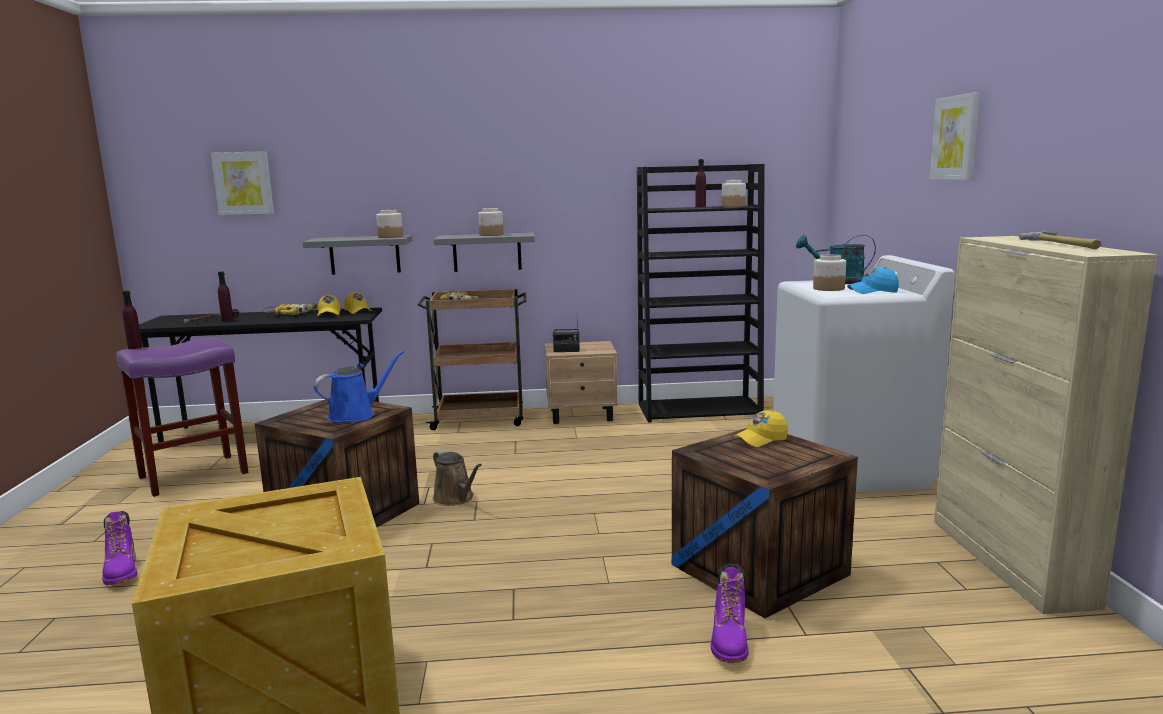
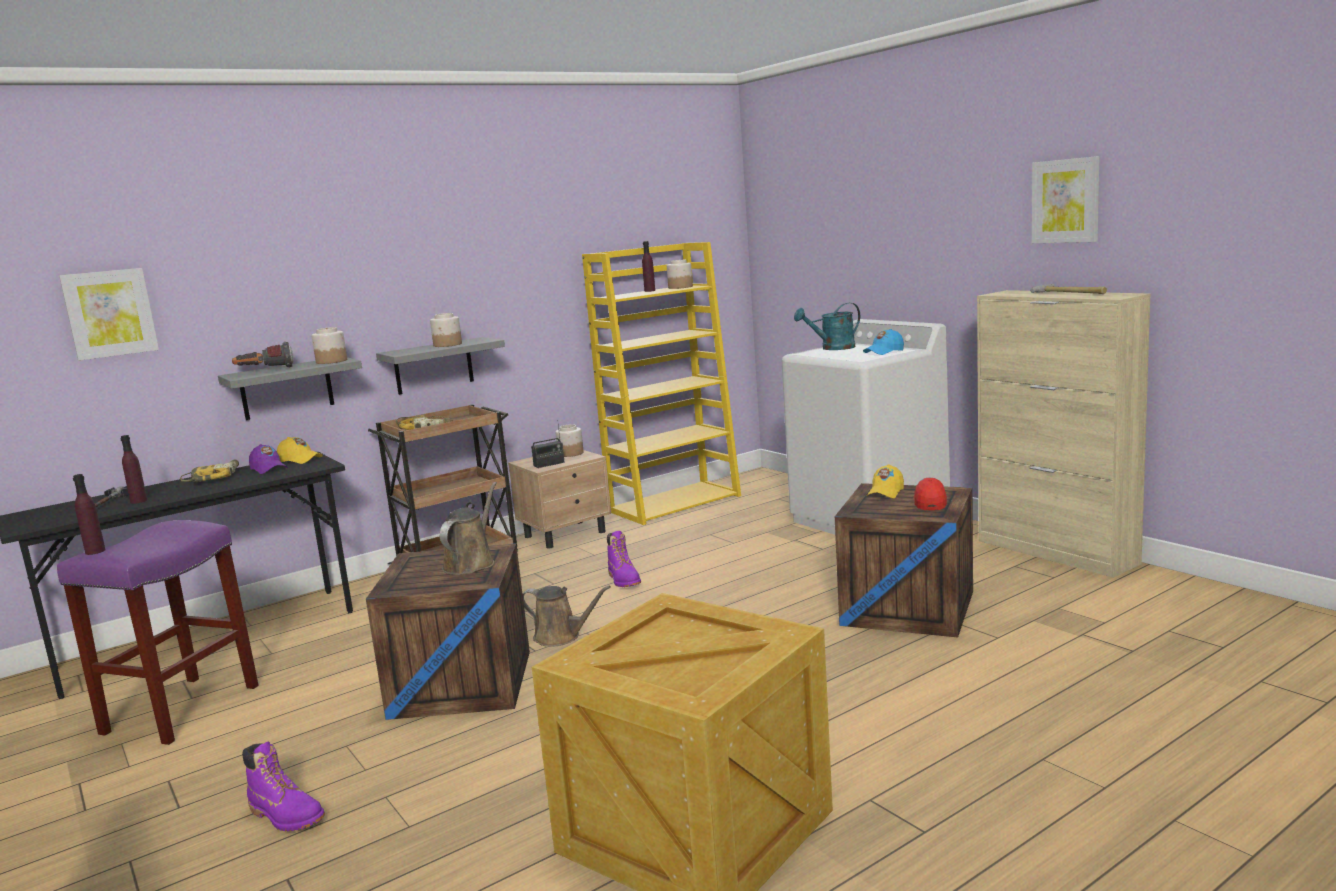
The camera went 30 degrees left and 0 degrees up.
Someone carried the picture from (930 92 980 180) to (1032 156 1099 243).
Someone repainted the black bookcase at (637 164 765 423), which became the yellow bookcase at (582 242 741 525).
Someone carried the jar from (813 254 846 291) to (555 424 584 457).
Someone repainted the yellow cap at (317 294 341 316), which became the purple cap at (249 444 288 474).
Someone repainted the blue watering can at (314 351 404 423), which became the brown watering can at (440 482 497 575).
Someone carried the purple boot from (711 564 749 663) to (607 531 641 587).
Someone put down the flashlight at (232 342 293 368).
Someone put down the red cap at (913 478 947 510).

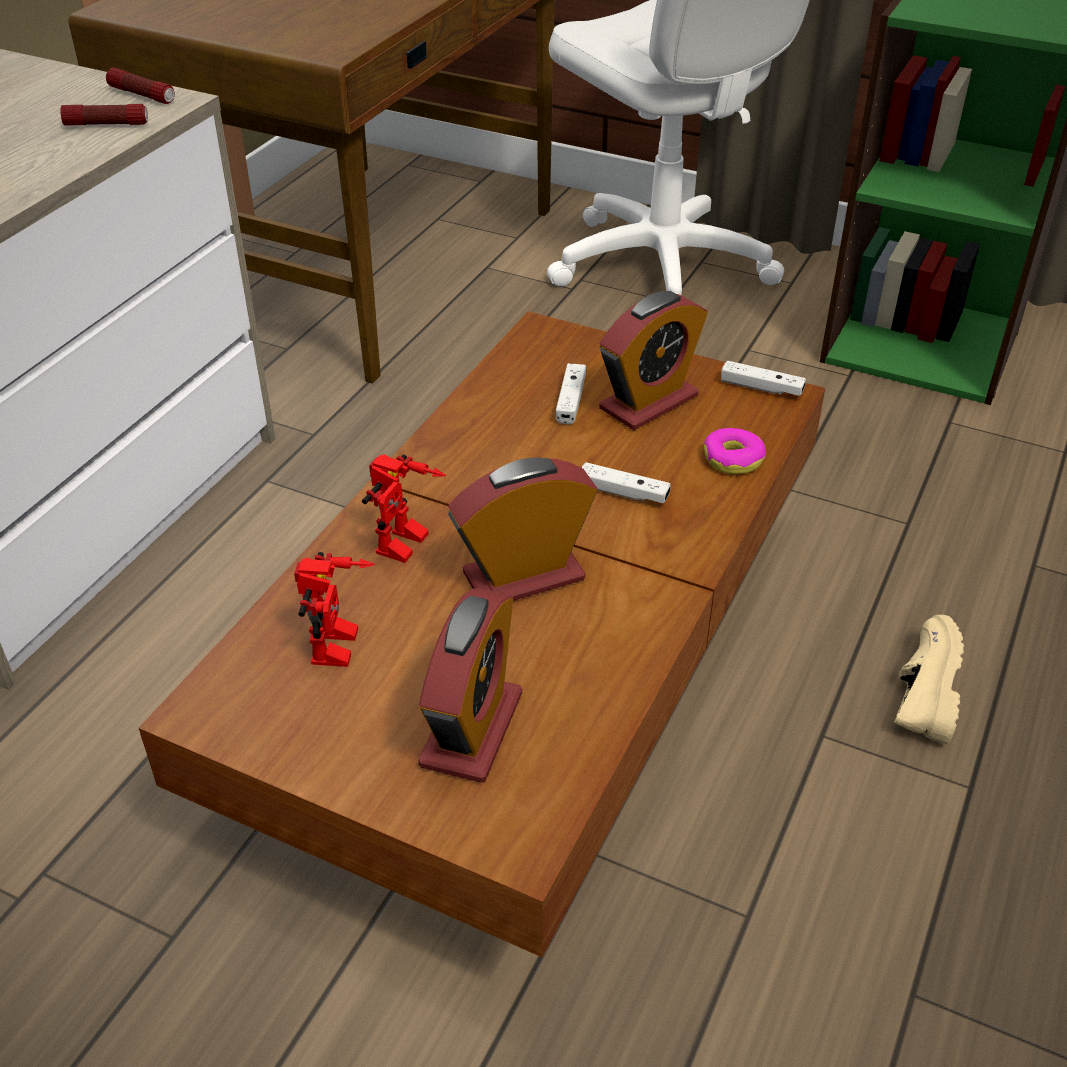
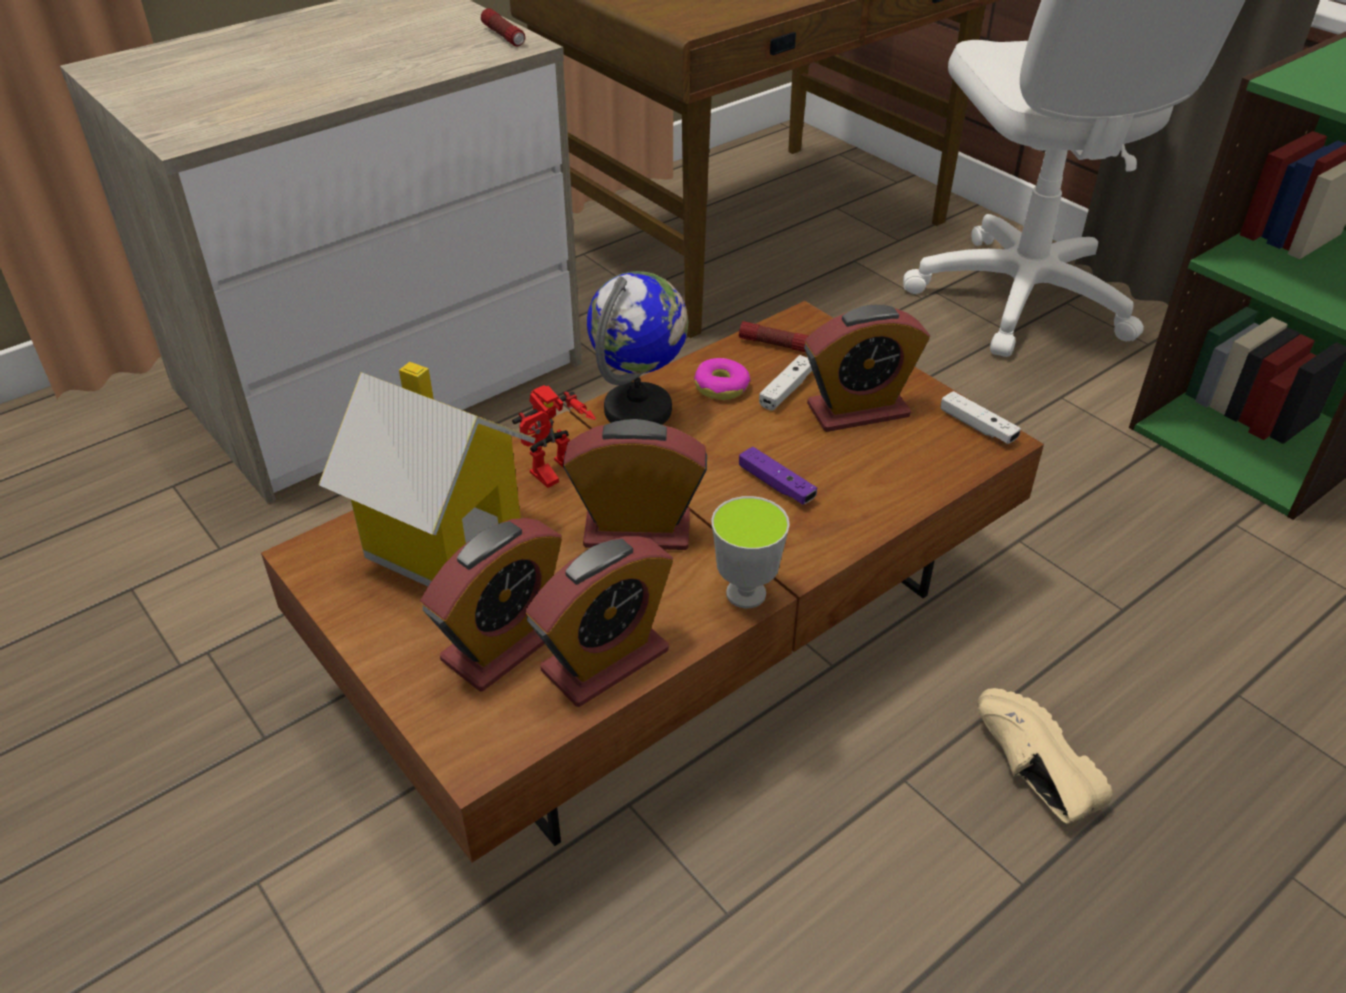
The camera went 25 degrees right and 0 degrees up.
Someone carried the flashlight from (60 104 148 125) to (739 321 808 352).
Someone carried the donut from (704 428 766 474) to (694 358 751 400).
Someone repainted the white game controller at (582 462 670 503), which became the purple game controller at (739 447 817 505).
Someone swapped the toy robot at (294 552 375 667) for the toy house at (318 362 536 586).
Someone rotated the beige shoe at (894 615 964 744) by 75 degrees counterclockwise.
Someone put down the globe at (587 271 688 425).
Someone put down the cup at (711 496 790 608).
Someone put down the alarm clock at (526 536 673 707).

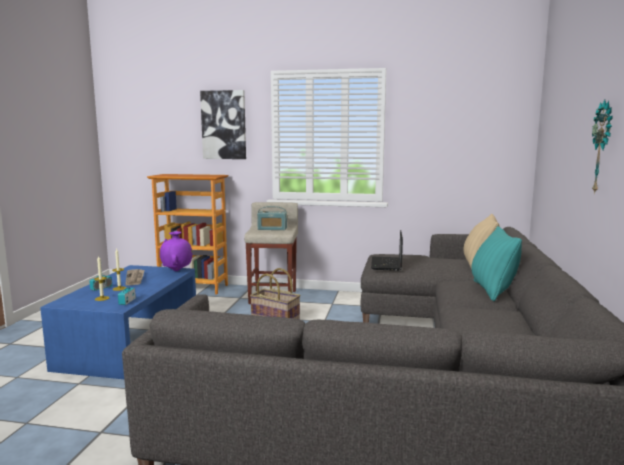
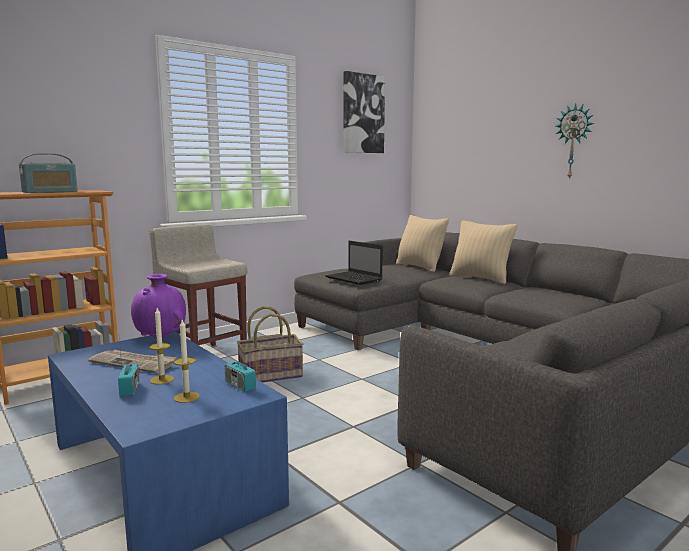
The camera went 50 degrees left and 0 degrees up.
Someone carried the picture from (200 90 246 159) to (343 71 385 153).
Someone carried the radio from (257 206 287 230) to (19 153 78 193).
Someone repainted the turquoise pillow at (471 226 522 301), which became the beige pillow at (449 220 517 284).

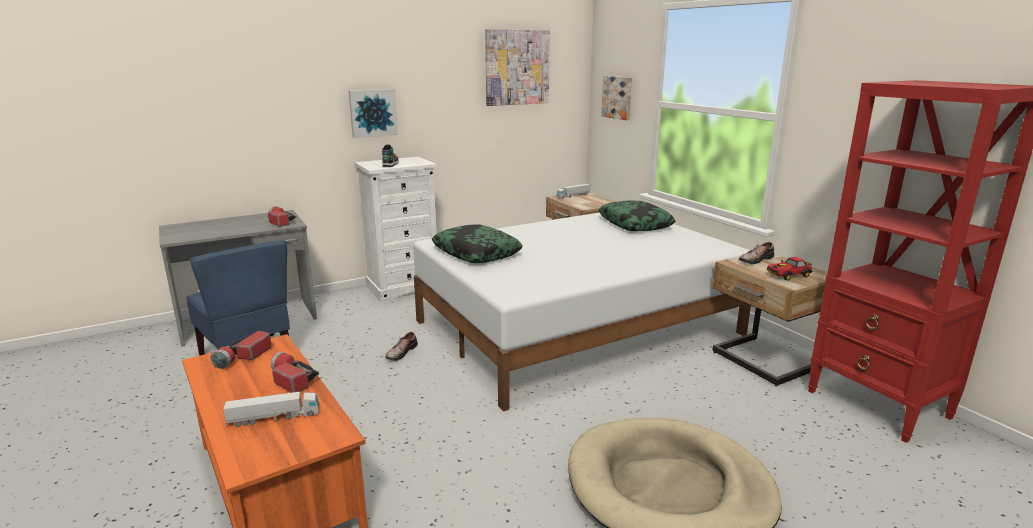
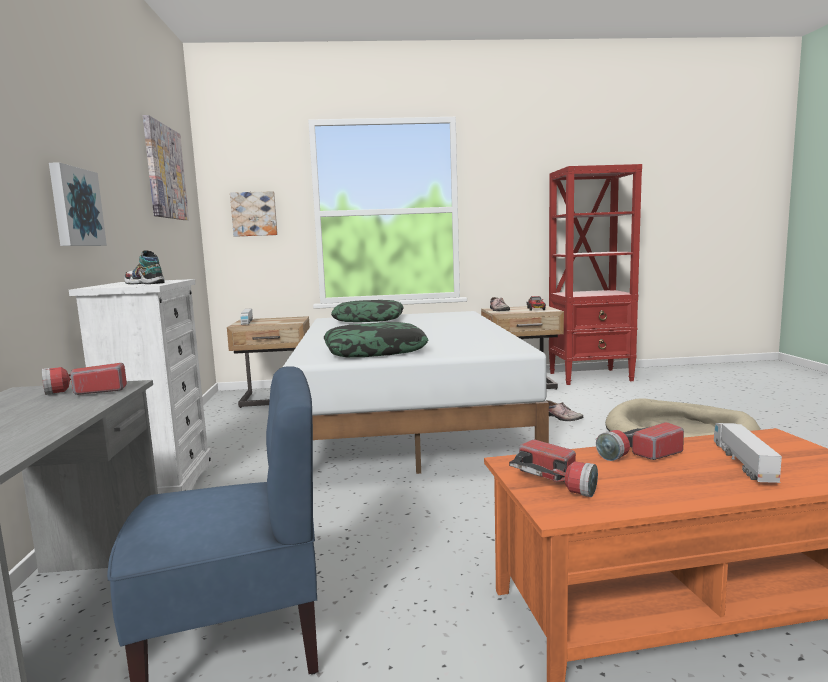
The camera went 65 degrees left and 10 degrees down.
Someone carried the shoe from (385 332 418 361) to (546 400 583 421).

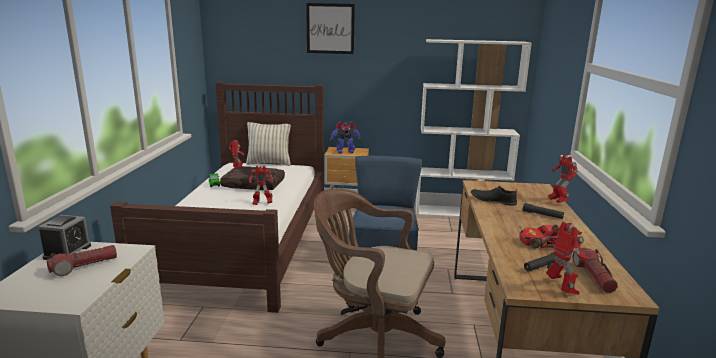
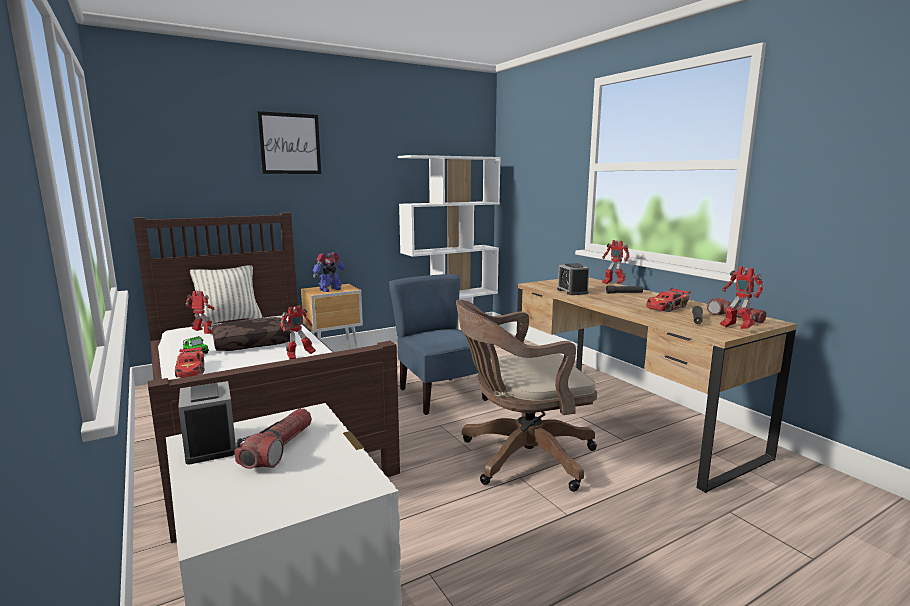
The camera went 35 degrees left and 5 degrees down.
Someone swapped the black shoe at (471 186 517 205) for the alarm clock at (557 263 589 295).
Someone rotated the toy robot at (546 222 588 295) by 150 degrees counterclockwise.
Someone put down the toy car at (175 346 205 378).

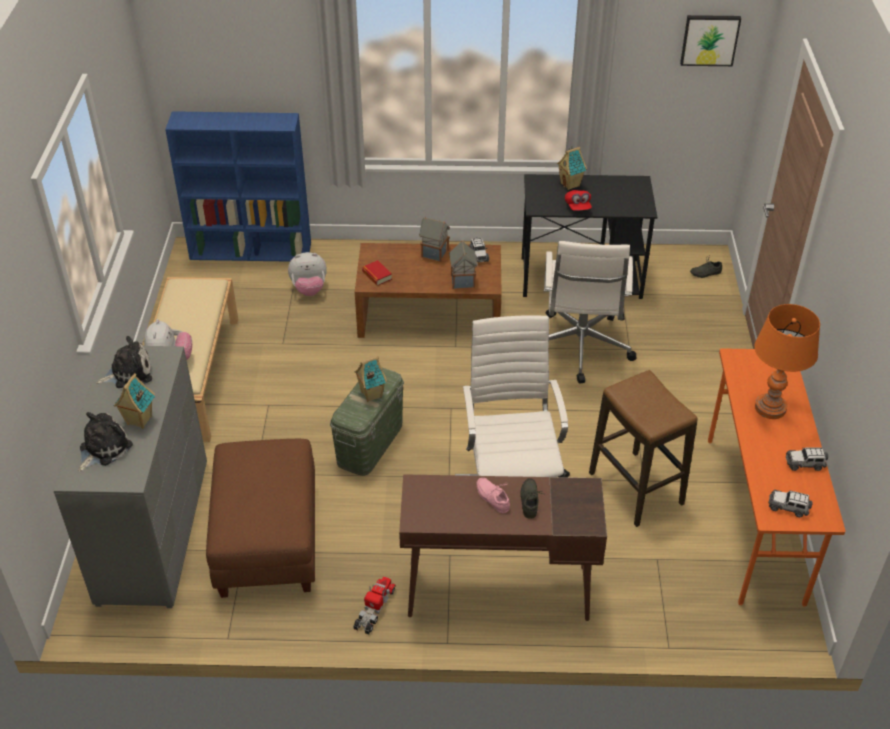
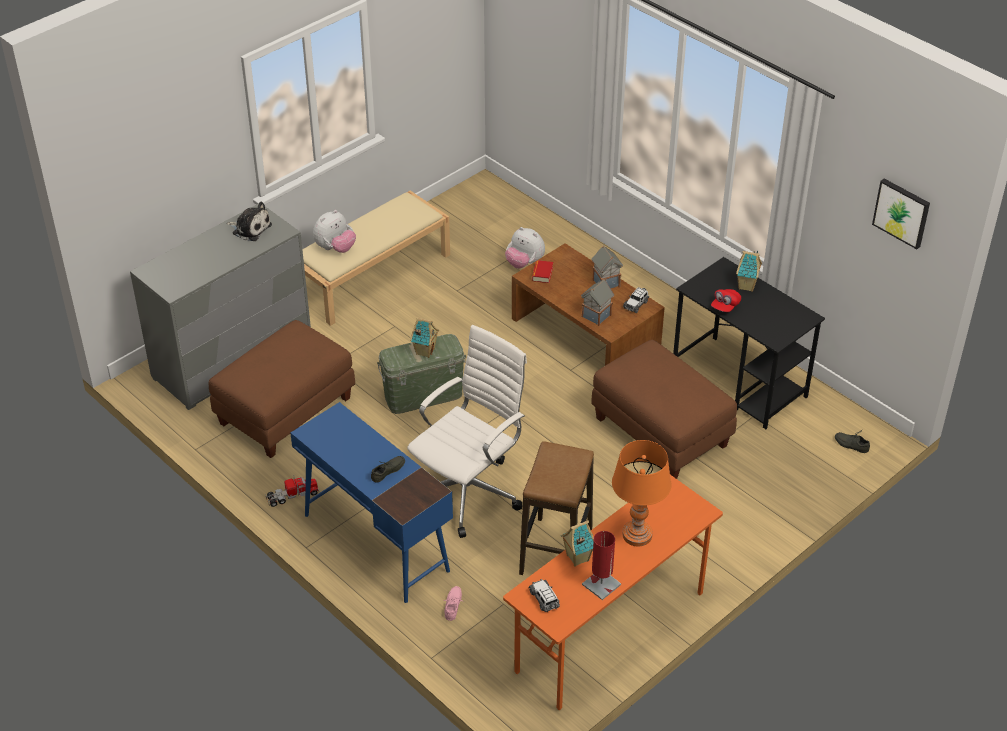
The camera went 45 degrees right and 0 degrees up.
Someone took away the blue bookcase at (165 111 311 262).
Someone swapped the white office chair at (544 241 636 384) for the brown ottoman at (591 340 737 479).
Someone carried the toy house from (114 373 155 429) to (561 521 594 567).
Someone took away the plush toy at (78 412 133 472).
Someone swapped the toy car at (786 447 828 471) for the red table lamp at (582 531 621 600).
Someone repainted the brown desk at (399 474 607 621), which became the blue desk at (290 402 453 603).
Someone carried the pink shoe from (476 478 510 513) to (445 586 462 621).

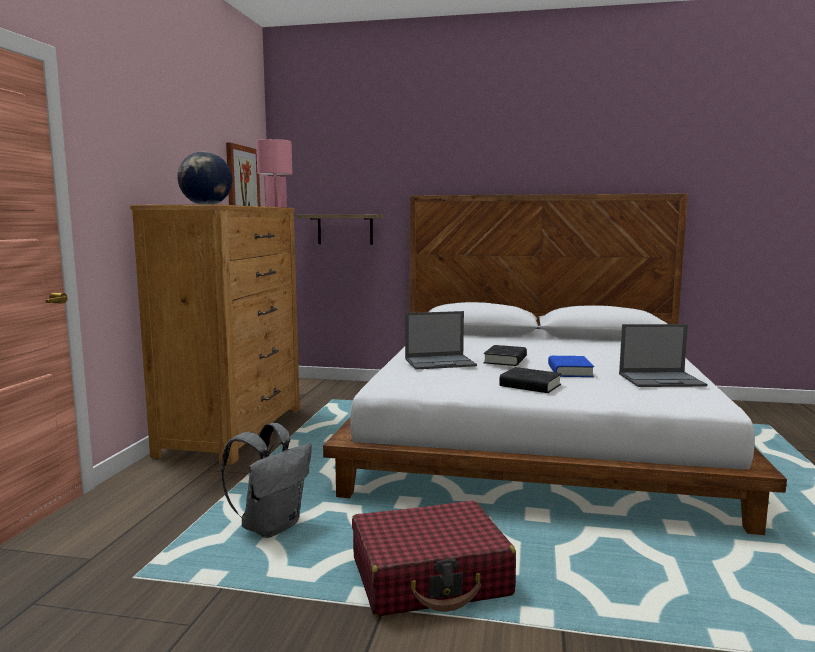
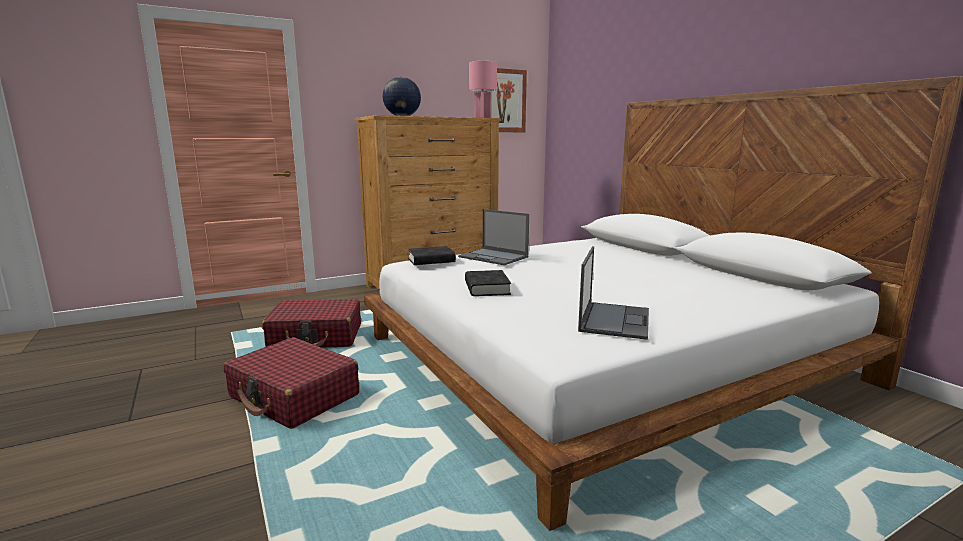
The camera went 50 degrees right and 5 degrees up.
Someone took away the shelf at (297 215 383 245).
Someone rotated the laptop at (619 324 708 387) by 120 degrees counterclockwise.
Someone carried the black book from (484 345 527 366) to (408 246 456 265).
Someone took away the blue book at (548 356 594 377).
Someone swapped the grey backpack at (221 423 312 538) for the red suitcase at (262 299 361 348).

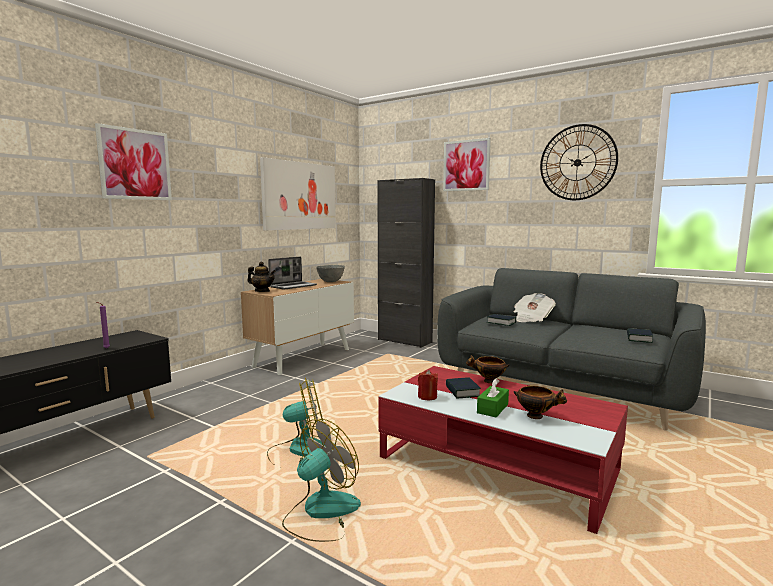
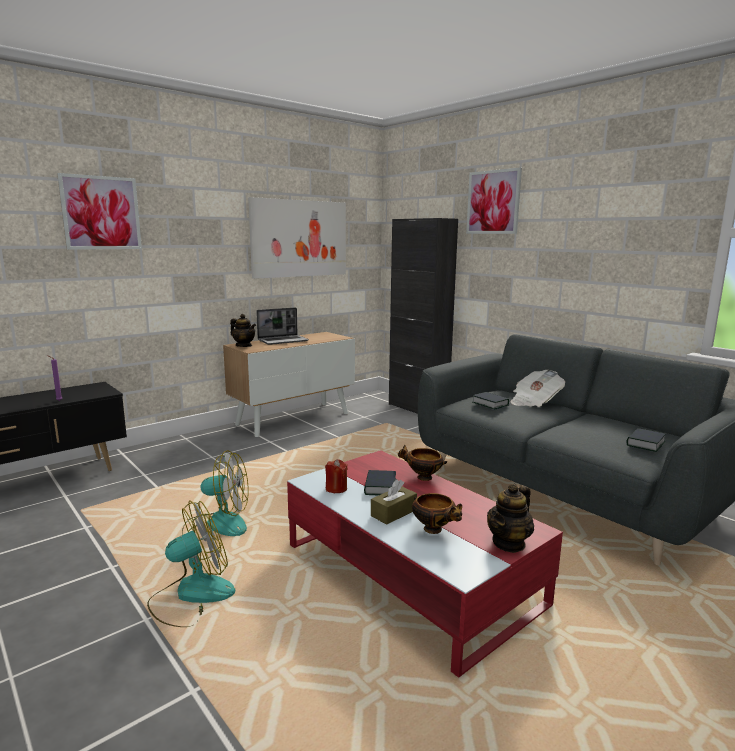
The camera went 15 degrees right and 5 degrees up.
Someone took away the wall clock at (540 124 618 200).
Someone took away the grey bowl at (316 265 345 282).
Someone repainted the green tissue box at (477 378 509 417), which became the brown tissue box at (371 479 417 525).
Someone put down the teapot at (487 483 534 553).

